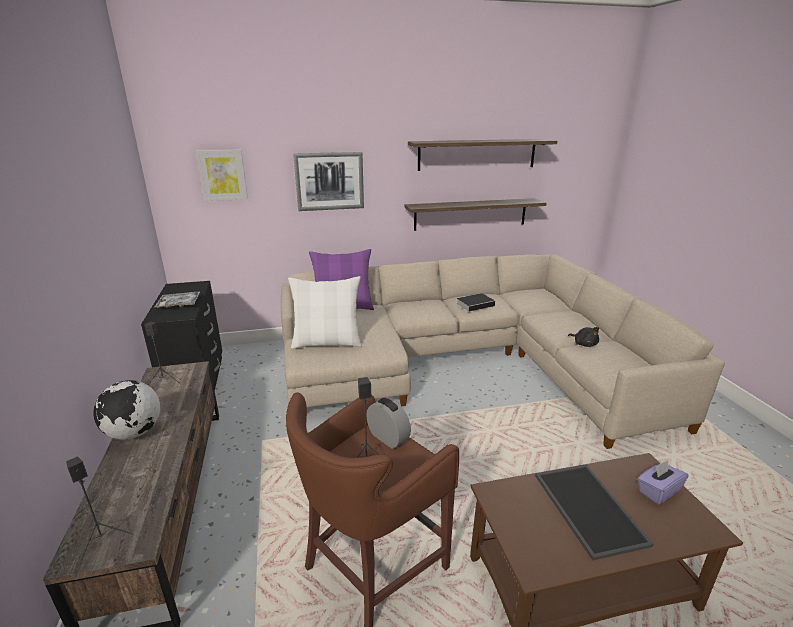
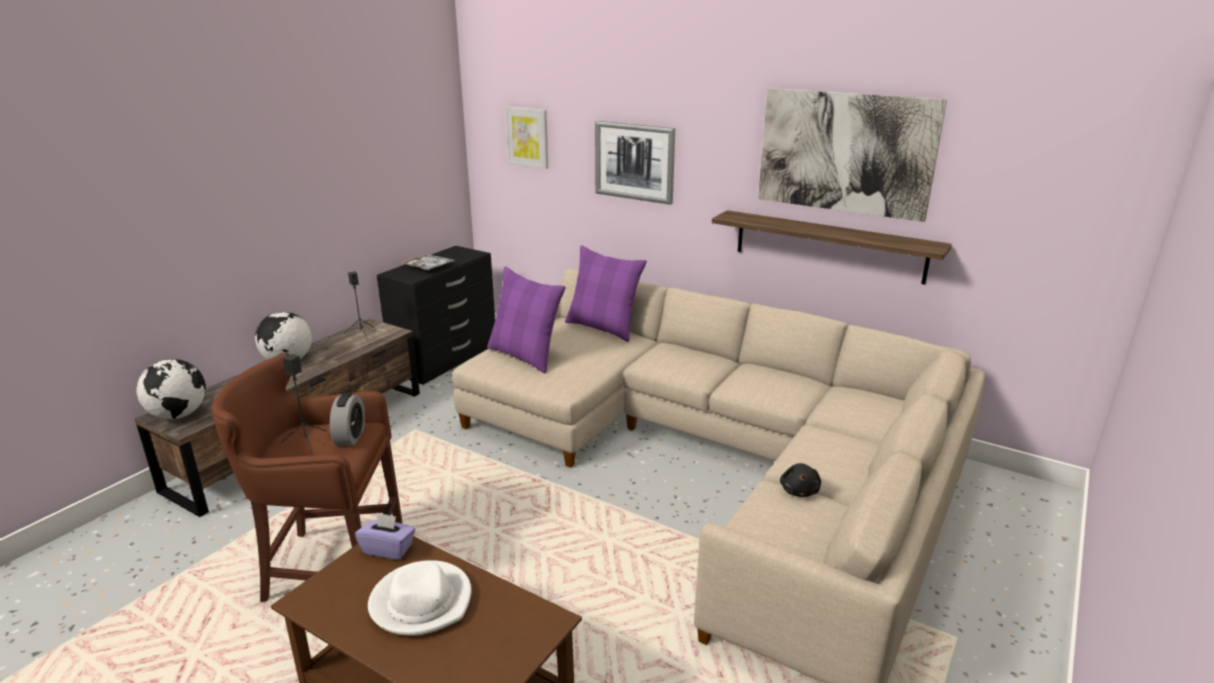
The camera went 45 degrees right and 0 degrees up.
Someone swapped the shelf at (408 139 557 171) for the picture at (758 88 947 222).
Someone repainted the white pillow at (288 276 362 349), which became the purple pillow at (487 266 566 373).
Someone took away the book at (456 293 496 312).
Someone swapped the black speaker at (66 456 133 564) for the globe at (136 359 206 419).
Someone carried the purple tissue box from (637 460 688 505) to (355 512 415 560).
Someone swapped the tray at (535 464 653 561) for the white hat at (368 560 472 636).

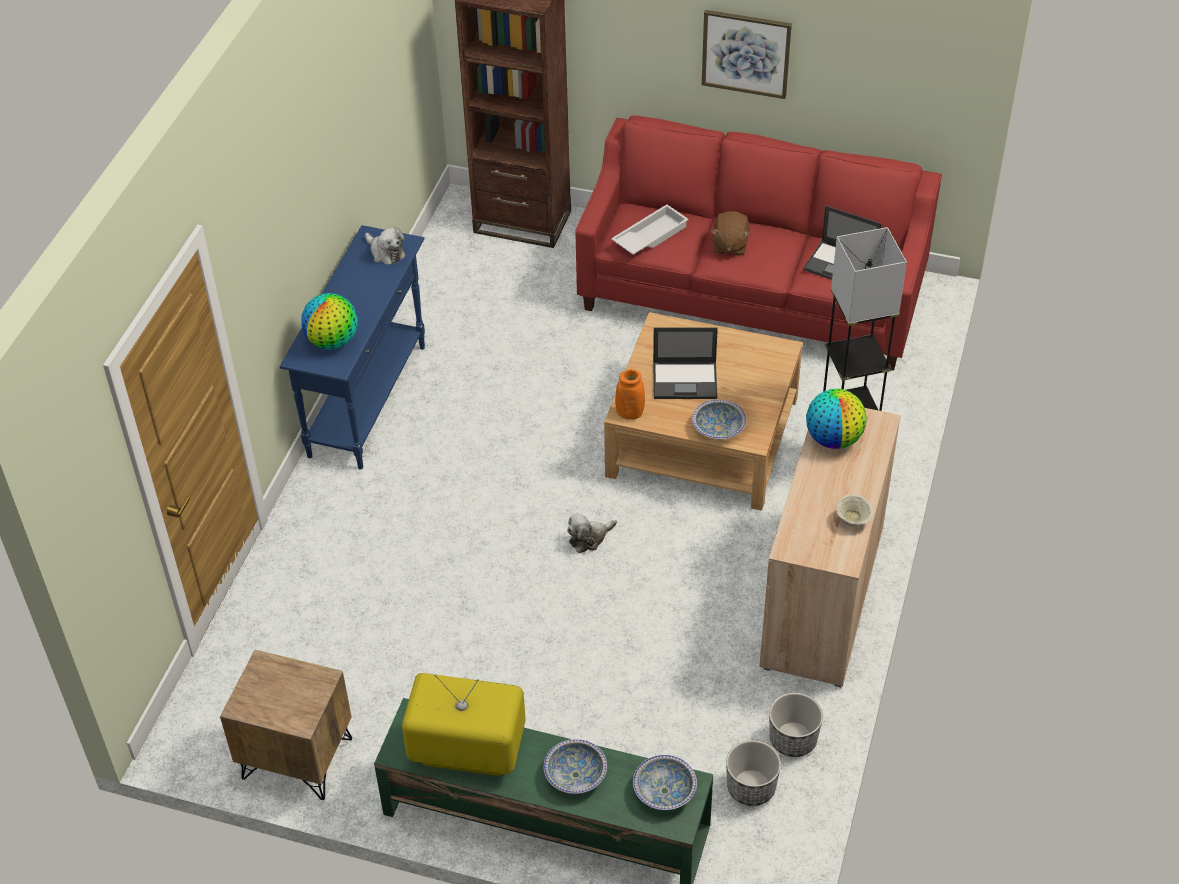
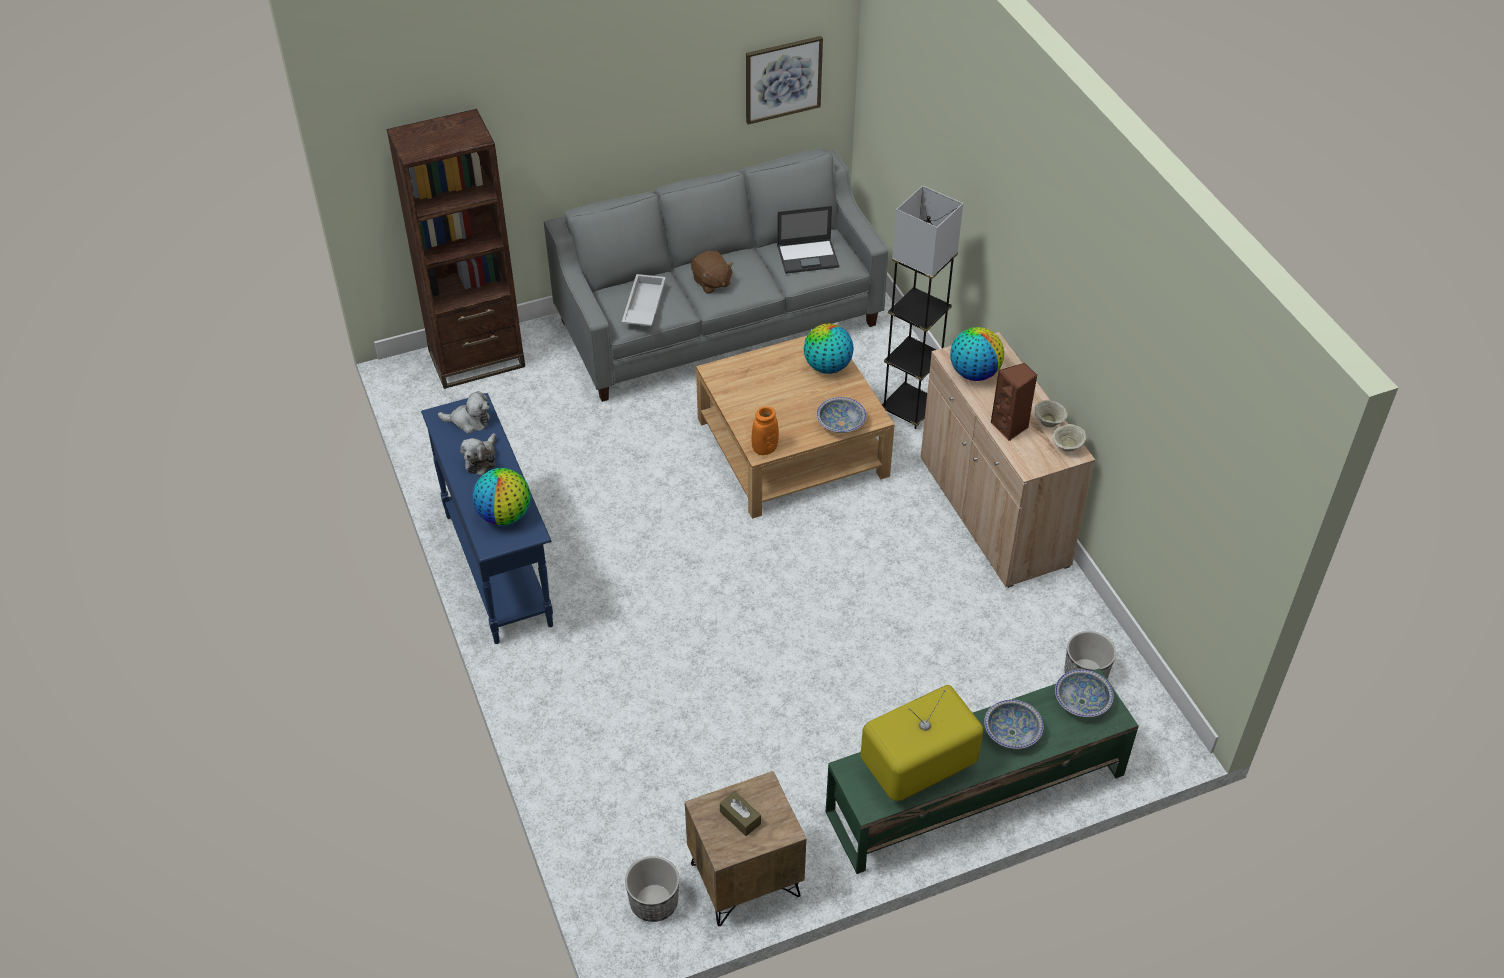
The camera went 40 degrees left and 0 degrees up.
Someone carried the picture from (702 10 792 99) to (746 36 823 125).
Someone repainted the red sofa at (575 115 942 371), which became the grey sofa at (544 148 888 402).
Someone took away the laptop at (653 327 718 399).
Someone carried the plush toy from (567 513 617 553) to (460 433 496 475).
Someone carried the planter from (769 693 823 757) to (625 856 679 922).
Someone put down the globe at (803 324 854 374).
Someone put down the brown speaker at (990 363 1038 441).
Someone put down the beige bowl at (1052 424 1087 452).
Someone put down the brown tissue box at (720 791 761 836).

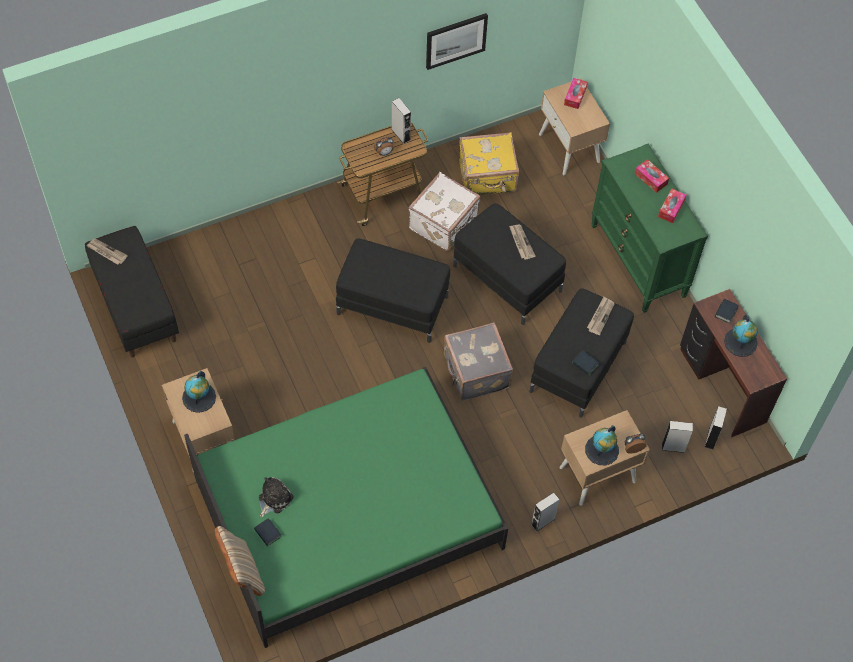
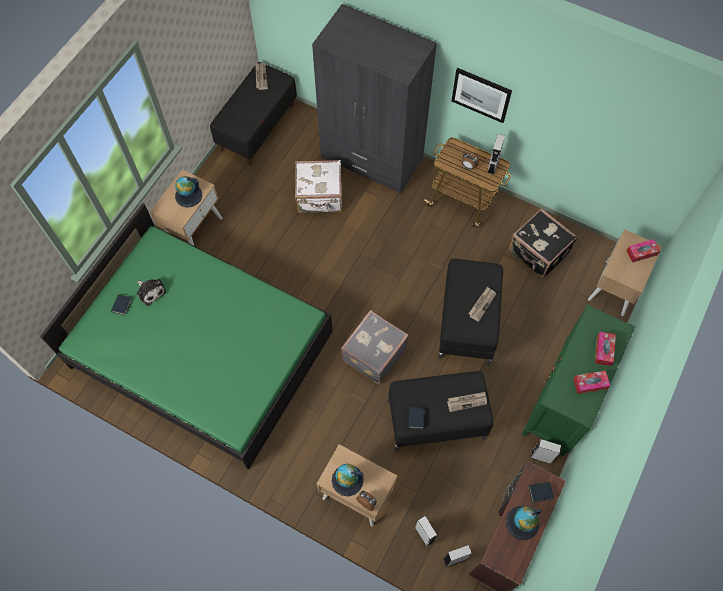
The camera went 55 degrees right and 5 degrees up.
Someone carried the picture from (426 13 488 70) to (451 68 512 123).
Someone repainted the yellow suitcase at (459 132 519 195), which became the black suitcase at (509 208 578 278).
Someone carried the white suitcase from (408 172 481 251) to (295 160 342 213).
Someone took away the black ottoman at (336 238 450 343).
Someone rotated the plush toy at (259 477 294 518) by 45 degrees clockwise.
Someone carried the grey speaker from (531 493 560 532) to (530 439 561 464).
Someone took away the beige pillow at (215 526 265 596).
Someone put down the grey wardrobe at (312 4 437 194).

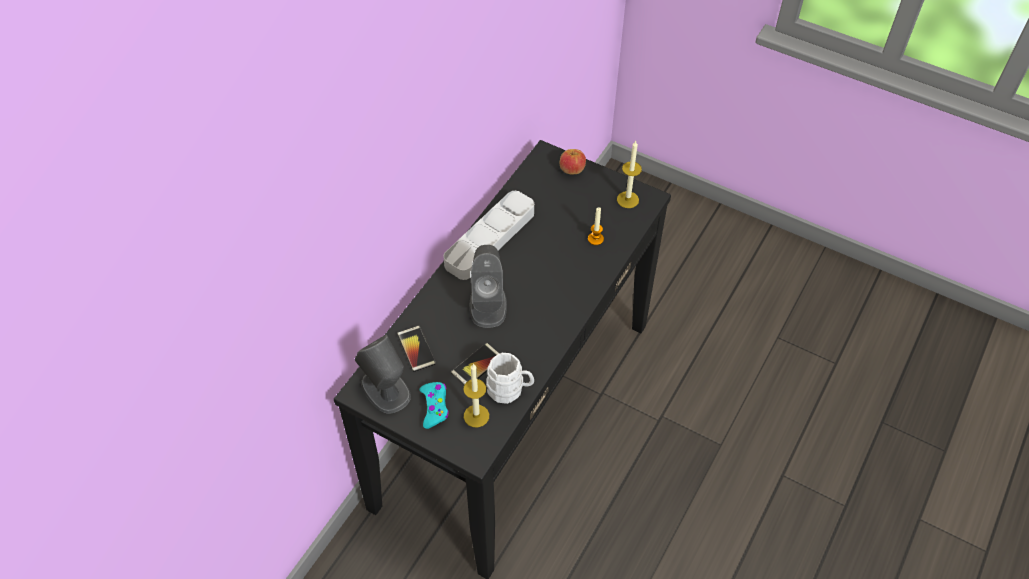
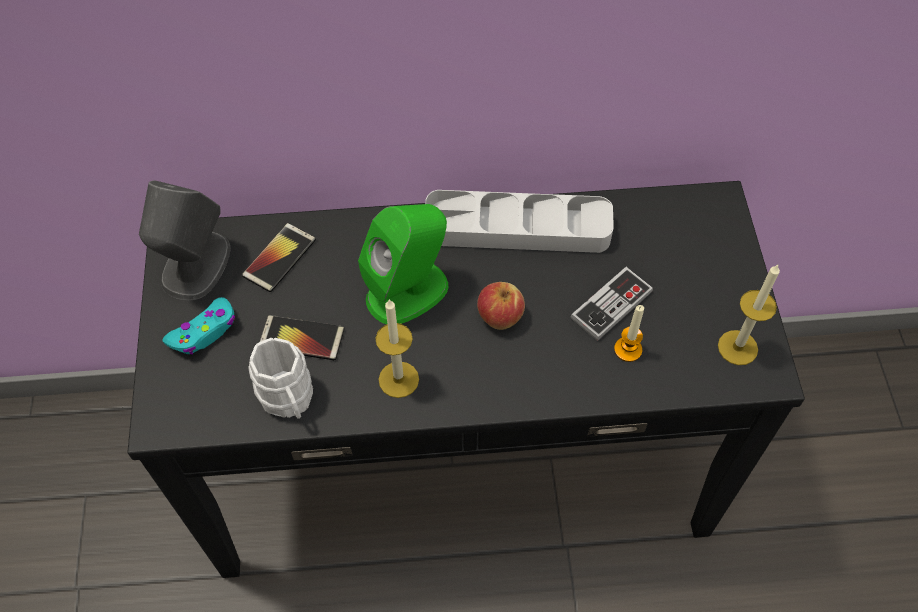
The camera went 55 degrees right and 5 degrees up.
Someone carried the apple from (560 149 586 175) to (477 282 525 330).
Someone repainted the grey speaker at (470 245 507 328), which became the green speaker at (358 204 448 324).
Someone carried the candle from (463 363 489 427) to (375 299 419 398).
Someone put down the game controller at (570 267 653 341).

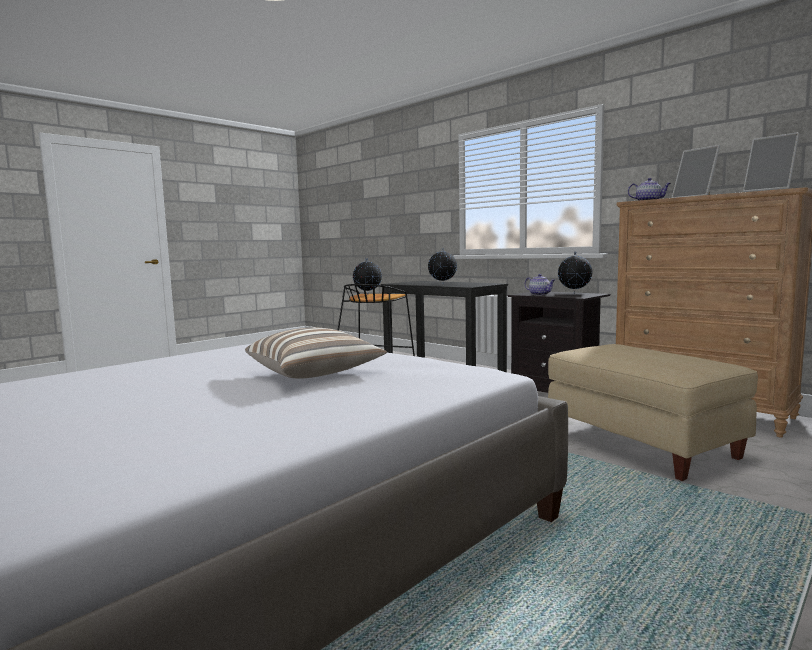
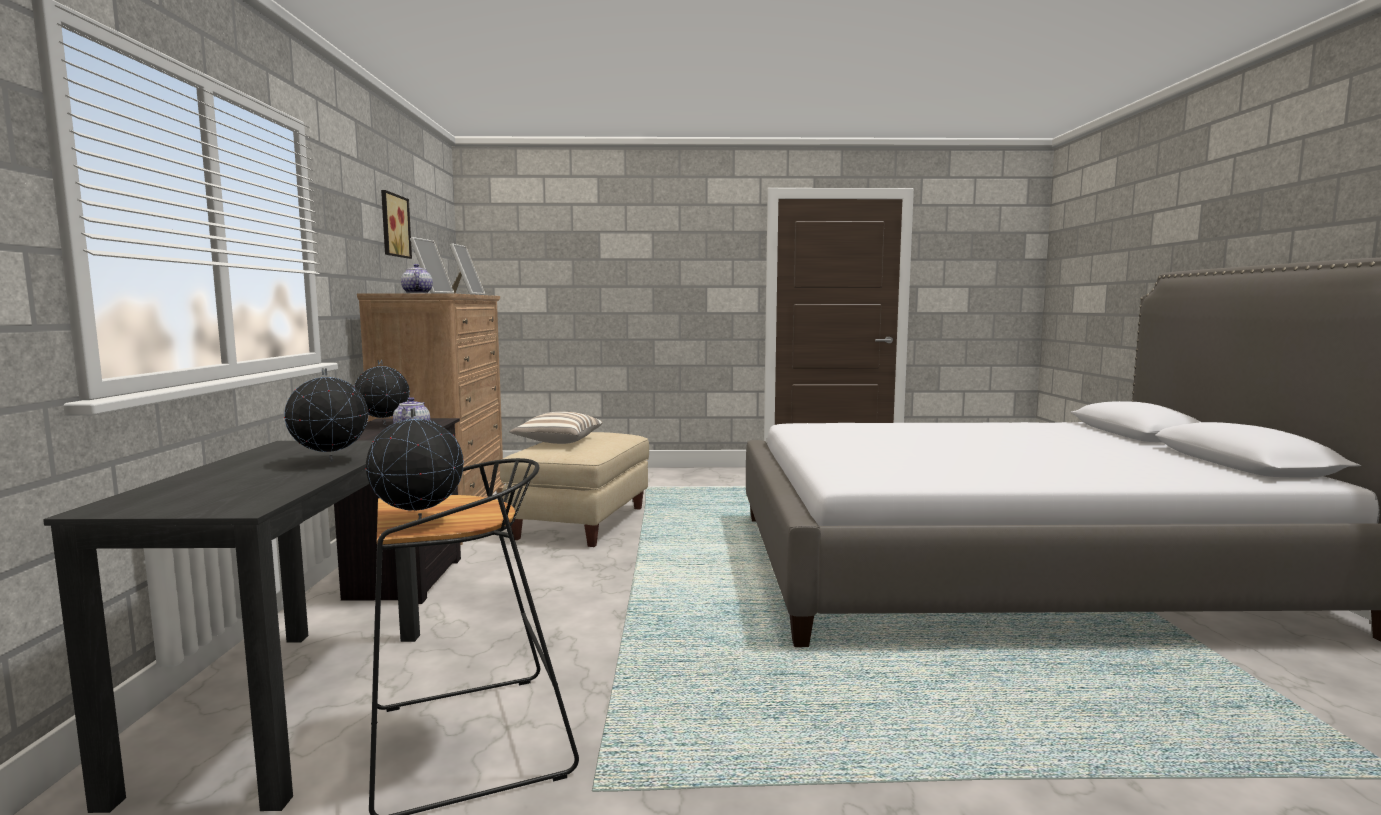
The camera went 135 degrees left and 0 degrees up.
Someone carried the pillow from (245 328 387 378) to (509 412 602 444).
Someone put up the picture at (381 190 412 259).

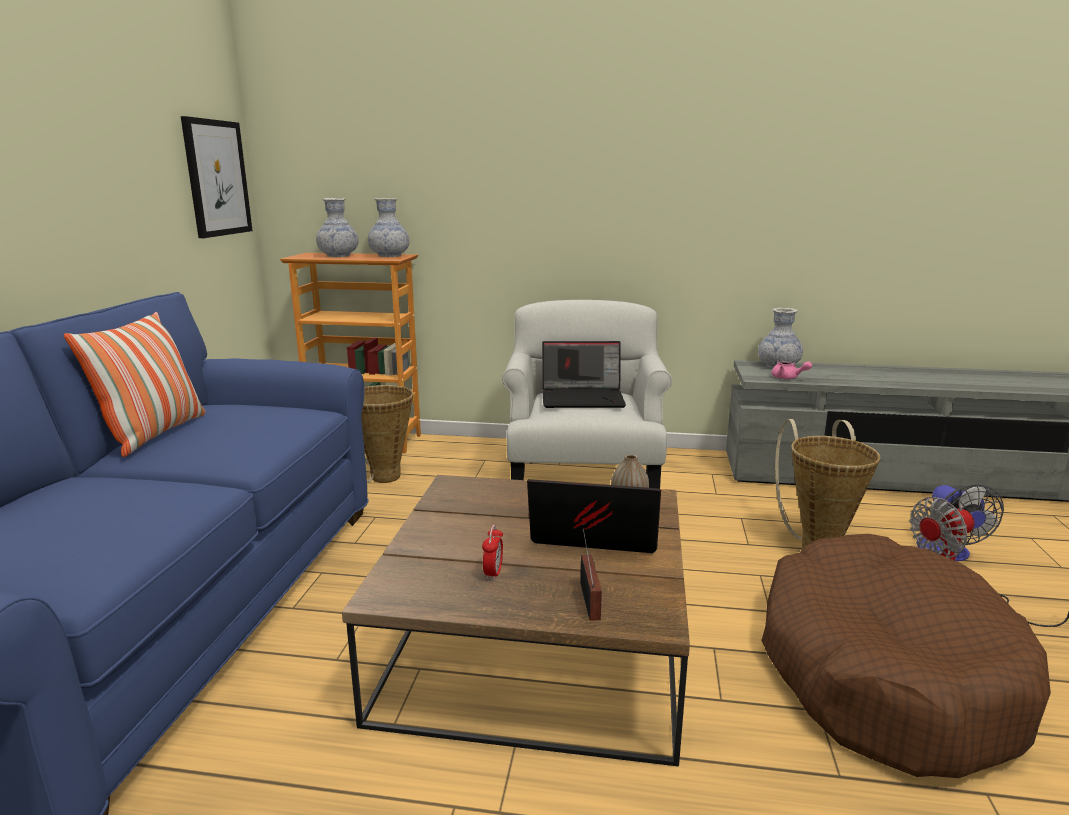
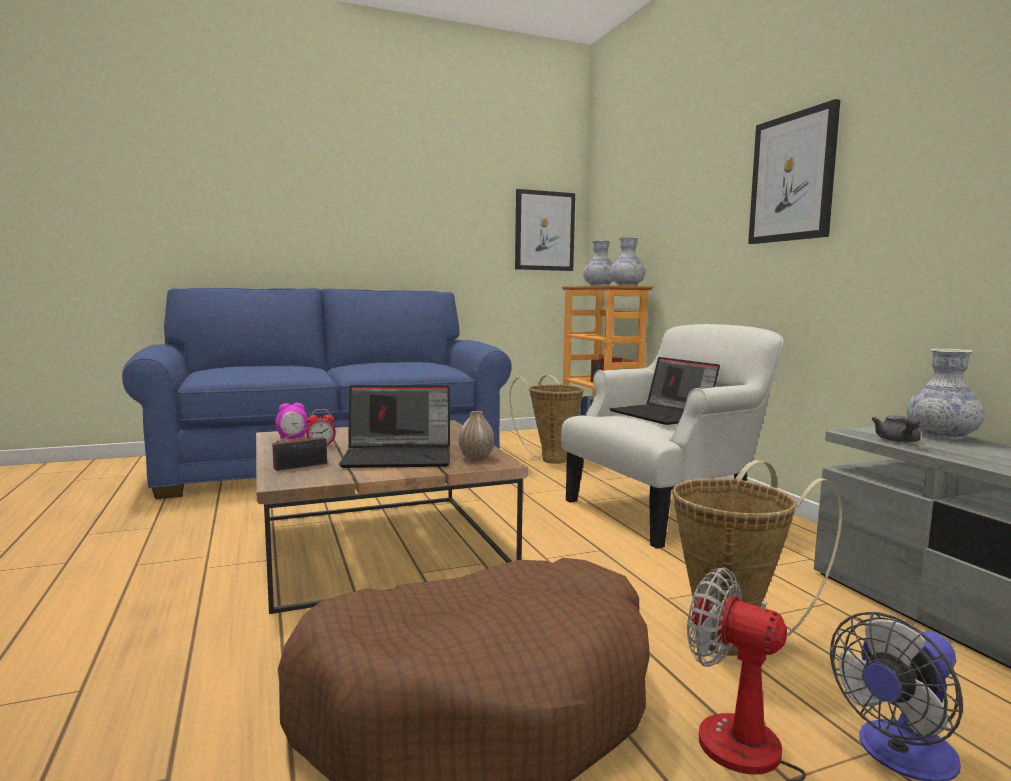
The camera went 60 degrees right and 10 degrees down.
Someone took away the pillow at (64 312 206 457).
Someone repainted the pink teapot at (772 360 812 379), which became the grey teapot at (872 416 921 443).
Someone rotated the laptop at (527 479 661 553) by 105 degrees clockwise.
Someone put up the picture at (748 99 840 244).
Someone put down the alarm clock at (275 403 309 439).

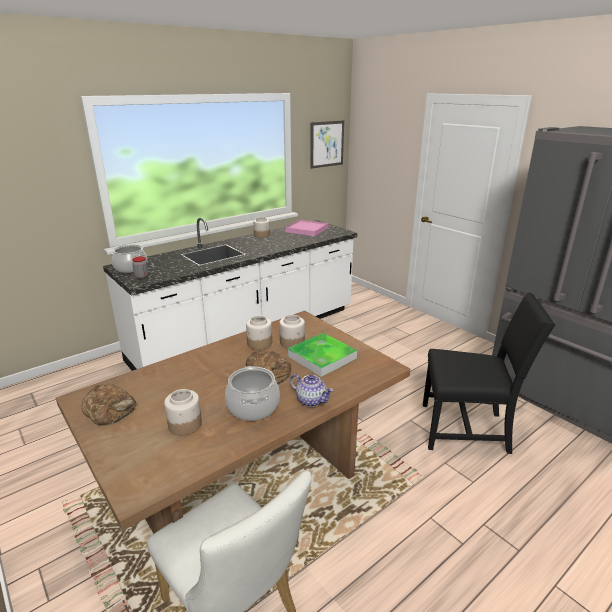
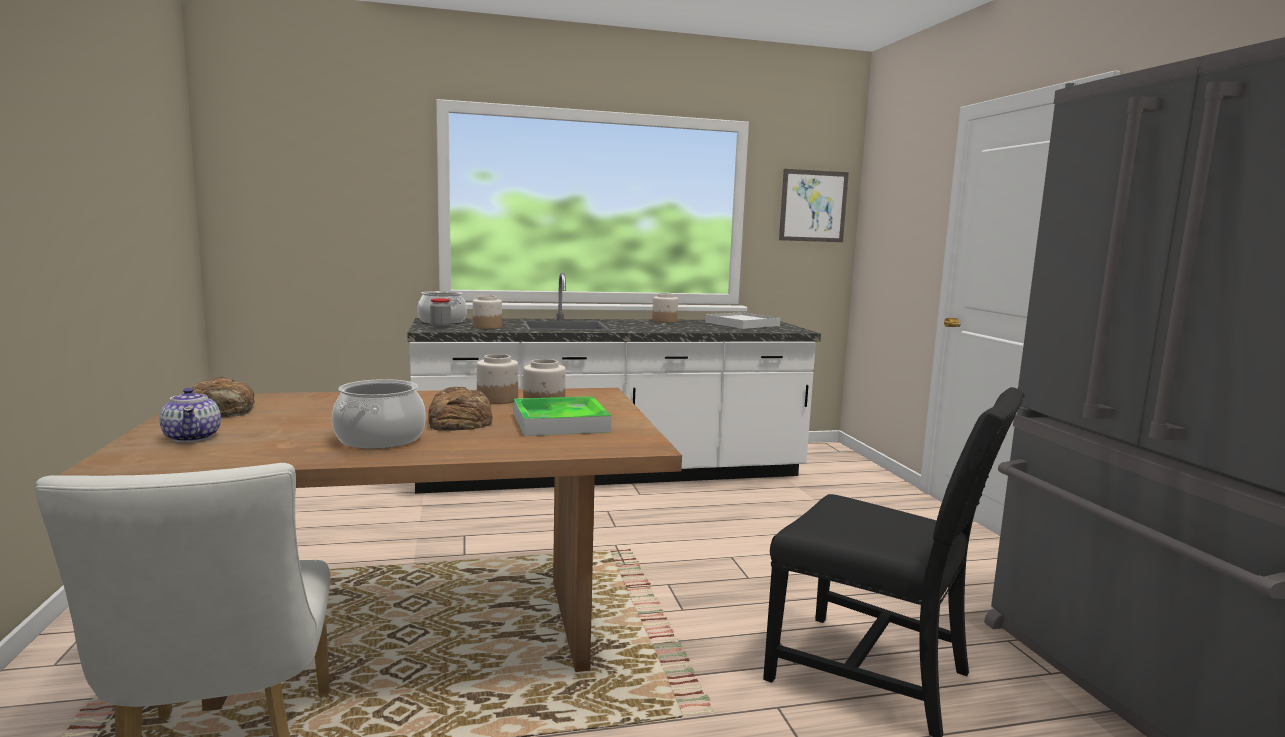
The camera went 25 degrees right and 15 degrees down.
Someone repainted the pink tray at (285 220 328 236), which became the white tray at (705 312 781 329).
Someone carried the teapot from (290 374 334 407) to (159 388 221 442).
Someone carried the jar from (164 389 202 435) to (473 295 502 329).

